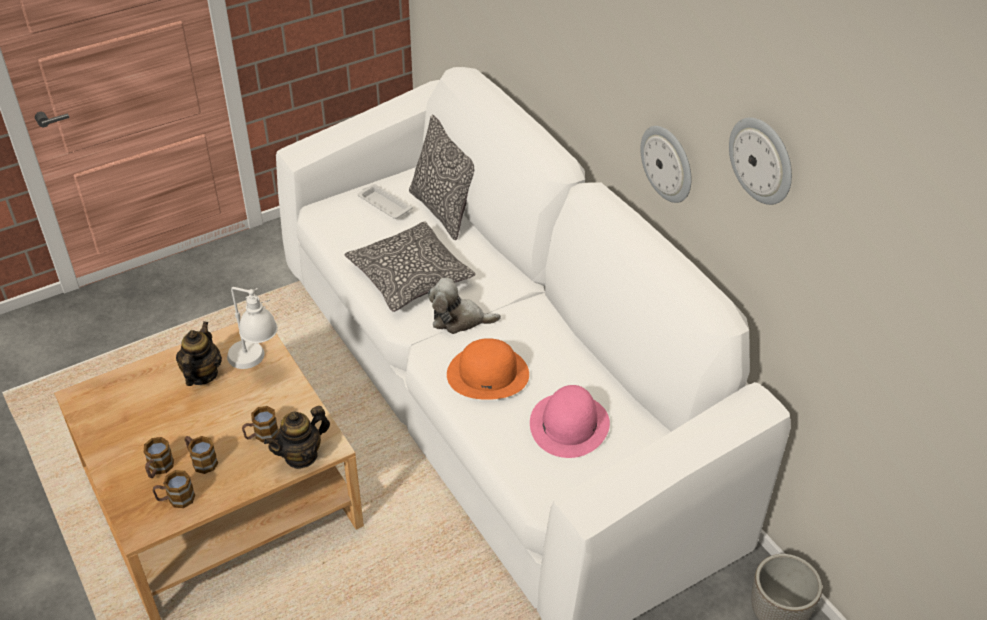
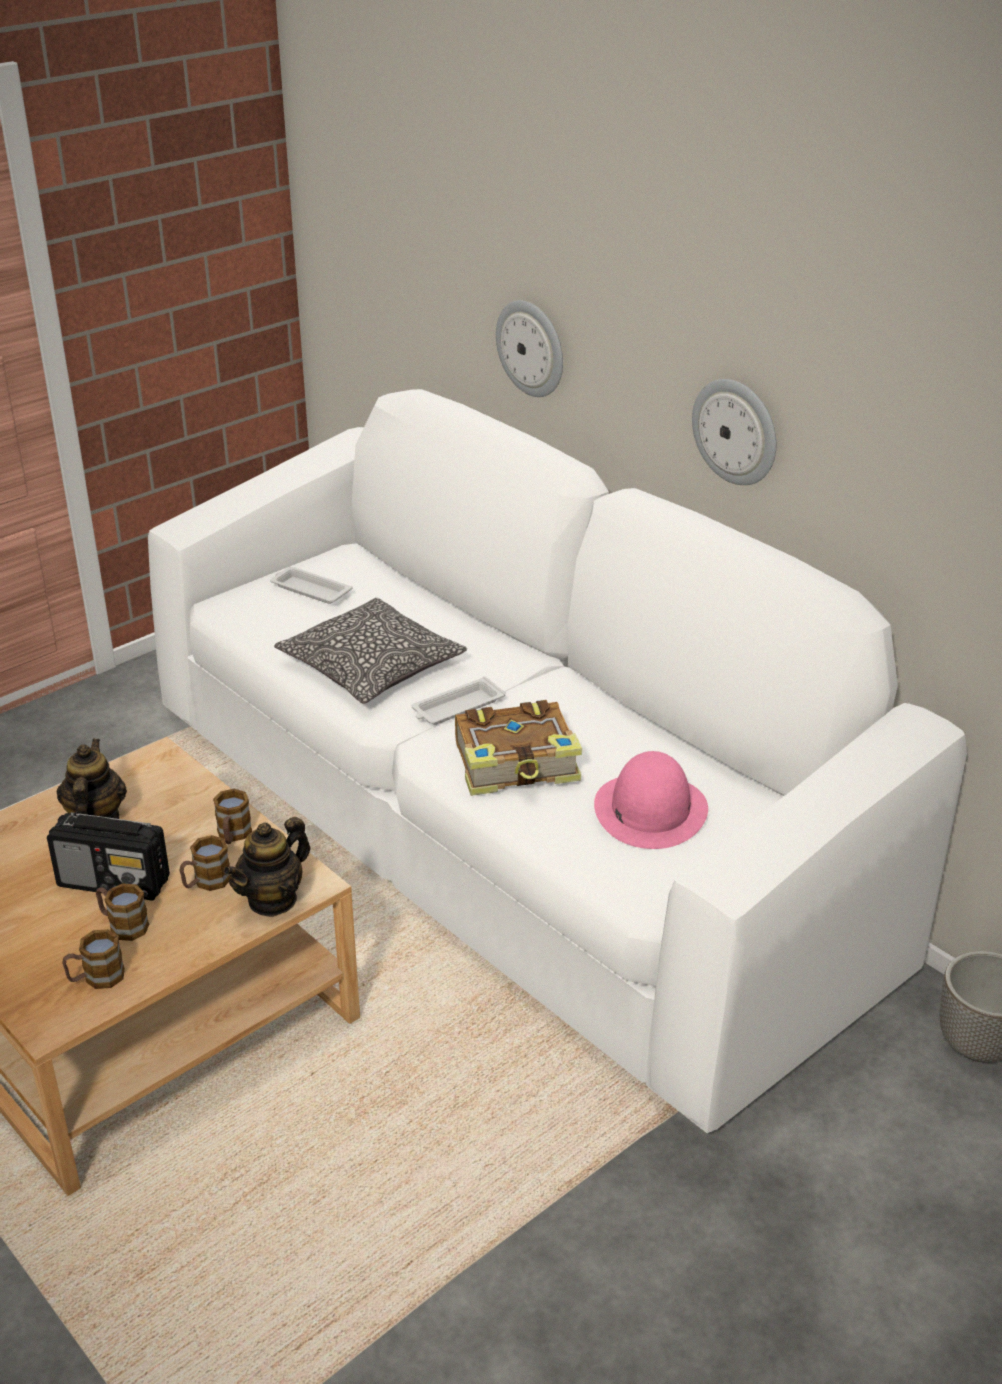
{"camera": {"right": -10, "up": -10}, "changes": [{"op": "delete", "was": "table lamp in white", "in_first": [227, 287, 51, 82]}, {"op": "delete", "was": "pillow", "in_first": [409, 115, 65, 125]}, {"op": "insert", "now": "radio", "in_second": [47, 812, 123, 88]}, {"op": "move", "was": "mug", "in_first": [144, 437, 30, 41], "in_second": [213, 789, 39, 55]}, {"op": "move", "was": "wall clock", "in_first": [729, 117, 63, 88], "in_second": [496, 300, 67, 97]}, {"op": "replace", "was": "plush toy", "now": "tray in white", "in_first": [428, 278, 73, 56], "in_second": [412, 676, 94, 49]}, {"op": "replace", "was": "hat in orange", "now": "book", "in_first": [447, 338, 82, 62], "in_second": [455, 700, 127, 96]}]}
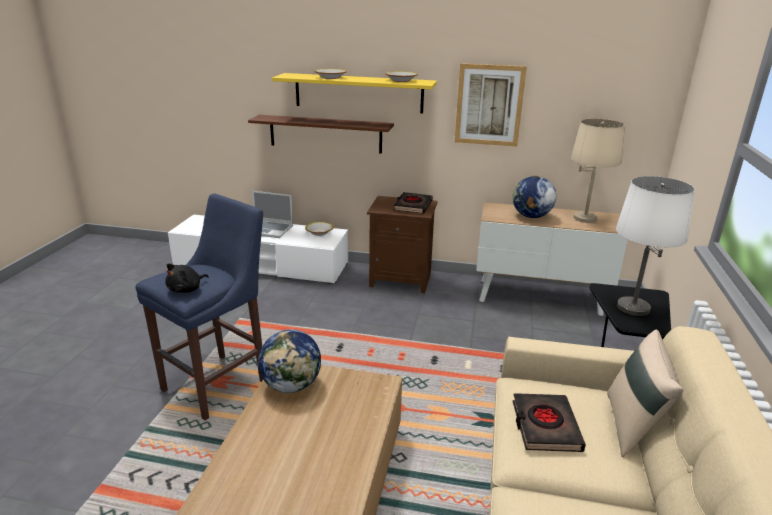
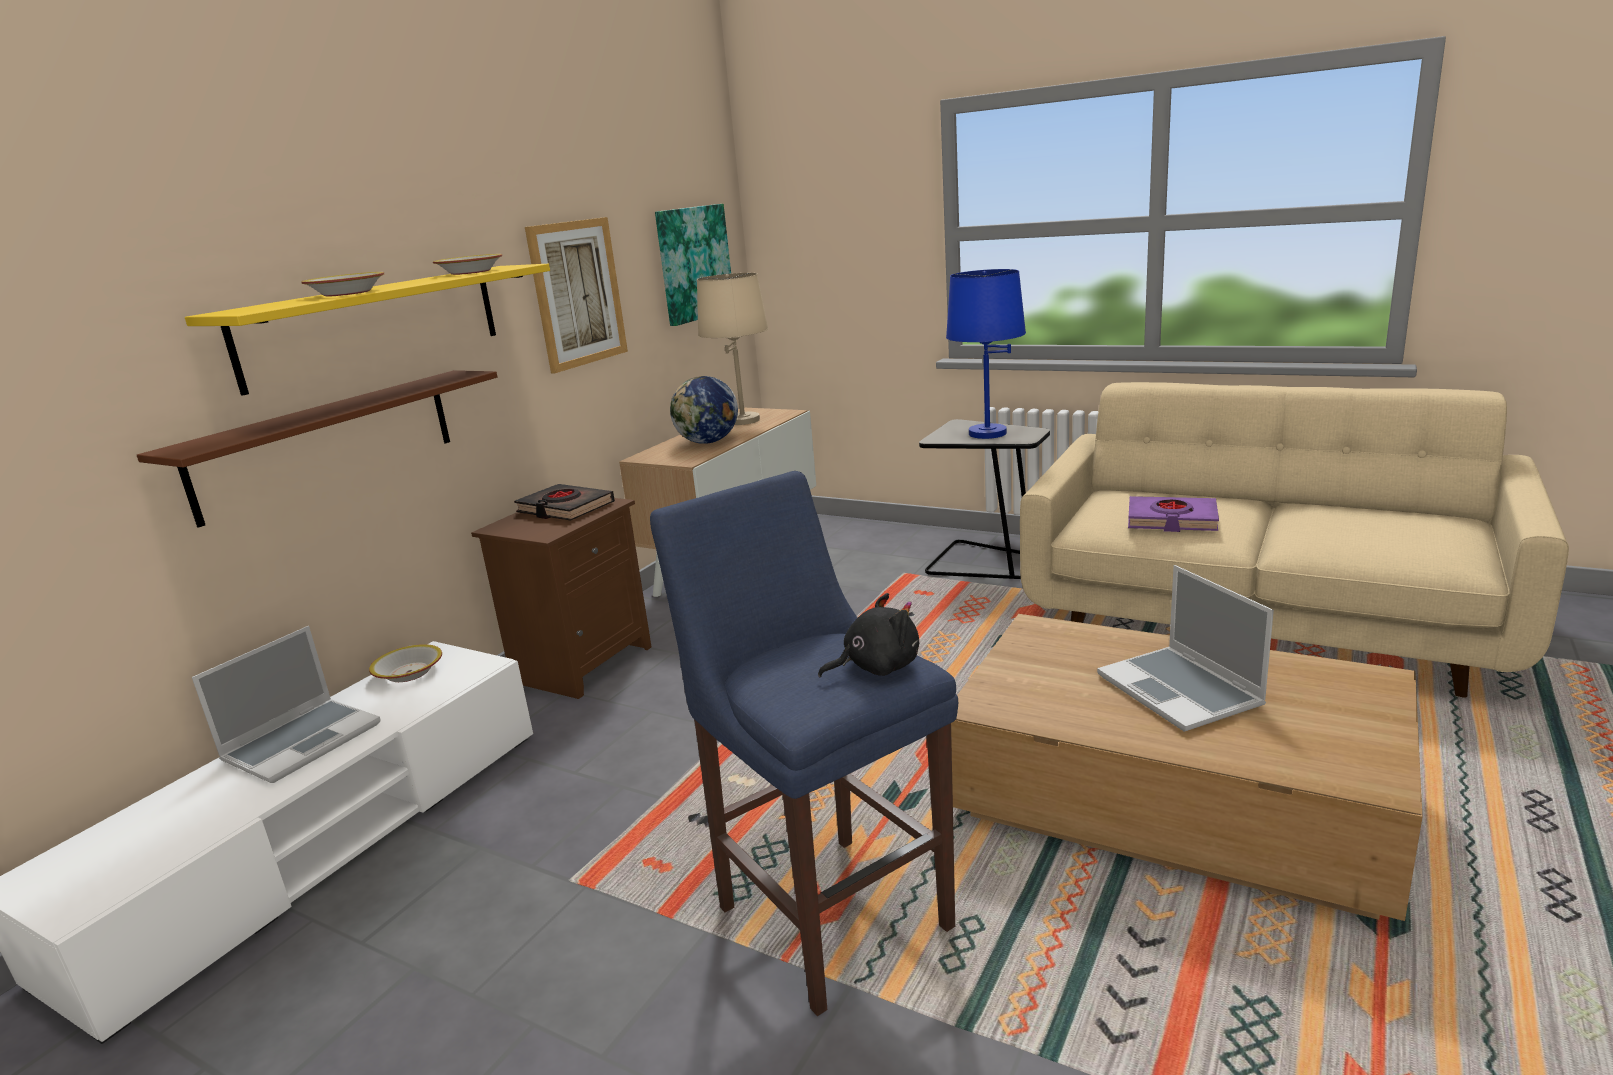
{"camera": {"right": -70, "up": -5}, "changes": [{"op": "delete", "was": "globe", "in_first": [258, 329, 63, 64]}, {"op": "delete", "was": "pillow in beige", "in_first": [607, 329, 77, 128]}, {"op": "insert", "now": "picture", "in_second": [655, 204, 76, 122]}, {"op": "insert", "now": "laptop", "in_second": [1097, 565, 177, 167]}, {"op": "recolor", "was": "book in black", "now": "book in purple", "in_first": [513, 393, 73, 59], "in_second": [1128, 496, 91, 36]}, {"op": "recolor", "was": "table lamp in white", "now": "table lamp in blue", "in_first": [616, 176, 79, 140], "in_second": [946, 269, 80, 170]}, {"op": "rotate", "was": "plush toy in black", "in_first": [165, 263, 44, 30], "in_second": [818, 593, 101, 84], "clockwise": -75}]}
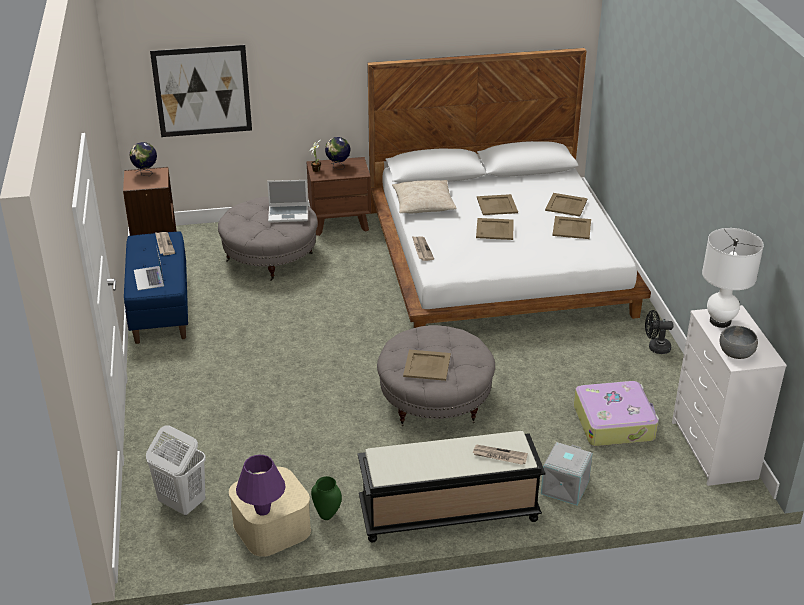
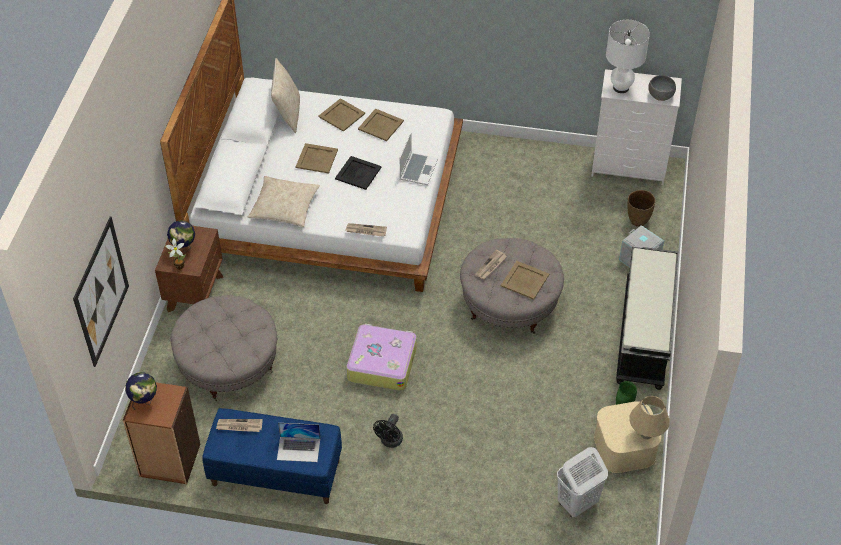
{"camera": {"right": -70, "up": 15}, "changes": [{"op": "insert", "now": "pillow in beige", "in_second": [271, 58, 29, 75]}, {"op": "insert", "now": "vase in brown", "in_second": [627, 190, 29, 37]}, {"op": "move", "was": "laptop", "in_first": [267, 180, 41, 43], "in_second": [400, 132, 38, 53]}, {"op": "move", "was": "newspaper", "in_first": [472, 445, 56, 20], "in_second": [475, 249, 32, 30]}, {"op": "move", "was": "suitcase", "in_first": [574, 381, 85, 65], "in_second": [346, 324, 71, 67]}, {"op": "move", "was": "fan in black", "in_first": [645, 310, 29, 44], "in_second": [373, 414, 30, 34]}, {"op": "recolor", "was": "table lamp in purple", "now": "table lamp in beige", "in_first": [236, 455, 50, 61], "in_second": [629, 396, 41, 43]}, {"op": "recolor", "was": "tray in beige", "now": "tray in black", "in_first": [476, 218, 38, 22], "in_second": [335, 156, 47, 34]}]}
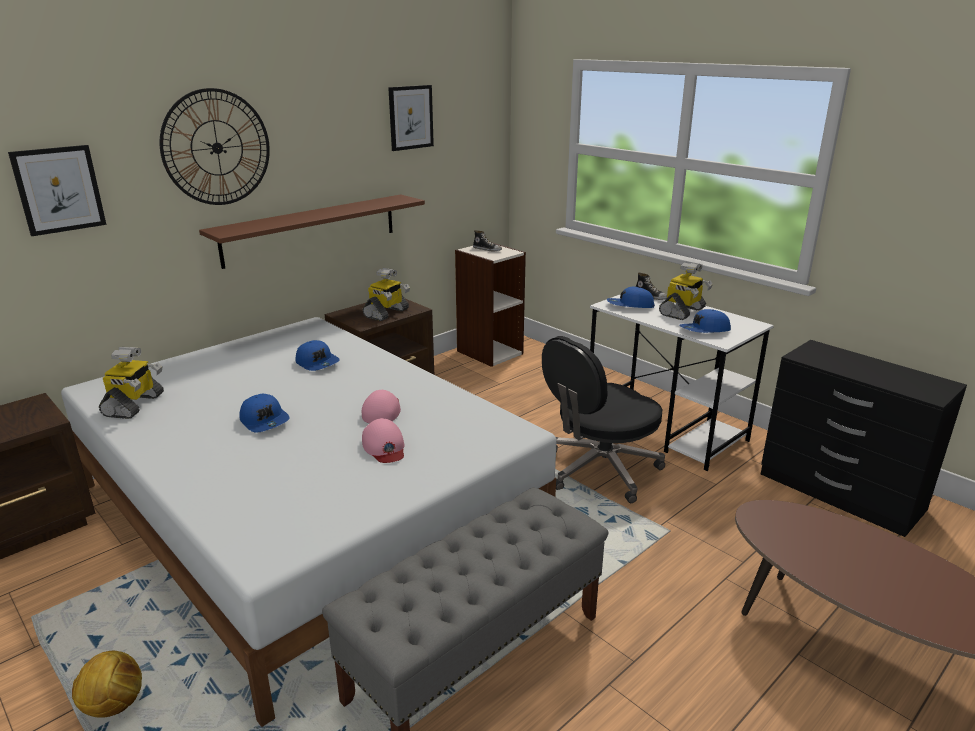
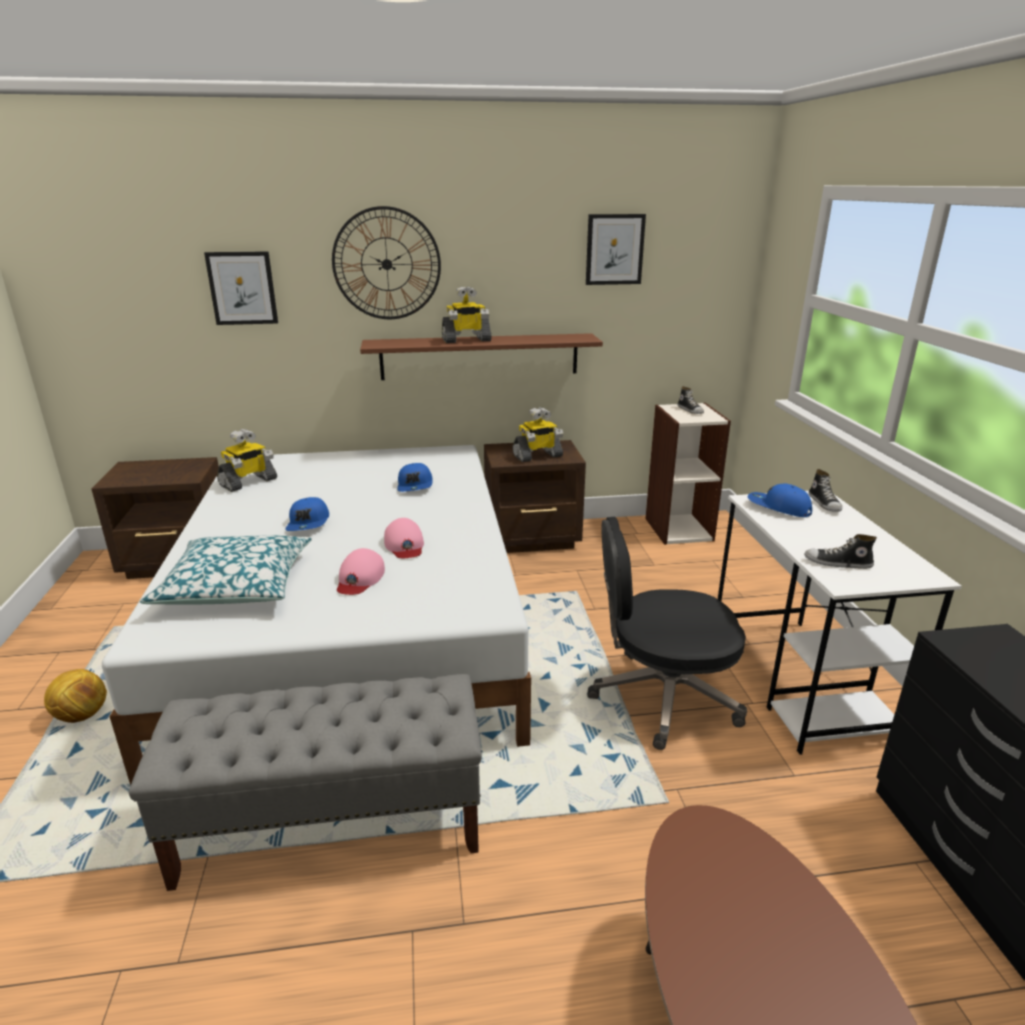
{"camera": {"right": 35, "up": 0}, "changes": [{"op": "insert", "now": "pillow", "in_second": [140, 535, 172, 70]}, {"op": "move", "was": "toy robot", "in_first": [659, 261, 54, 59], "in_second": [442, 286, 50, 57]}, {"op": "replace", "was": "cap in blue", "now": "shoe", "in_first": [679, 309, 52, 24], "in_second": [804, 534, 73, 35]}, {"op": "rotate", "was": "cap in pink", "in_first": [362, 390, 39, 33], "in_second": [384, 518, 40, 40], "clockwise": 120}]}
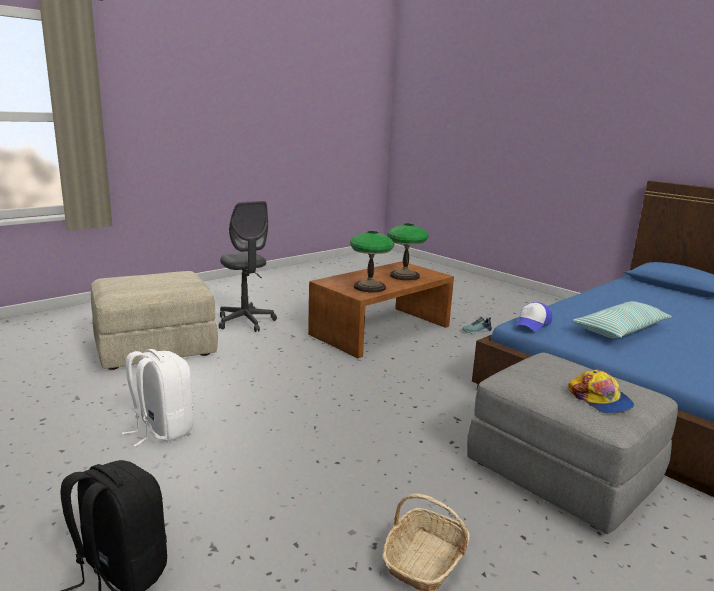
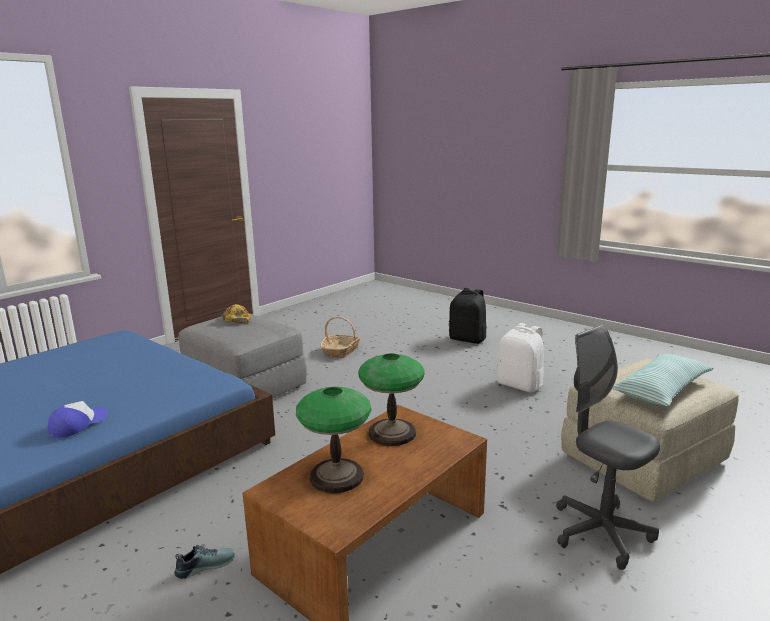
{"camera": {"right": 175, "up": 0}, "changes": [{"op": "move", "was": "cap", "in_first": [515, 302, 37, 29], "in_second": [48, 401, 60, 37]}, {"op": "move", "was": "pillow", "in_first": [572, 301, 100, 37], "in_second": [612, 354, 102, 53]}]}
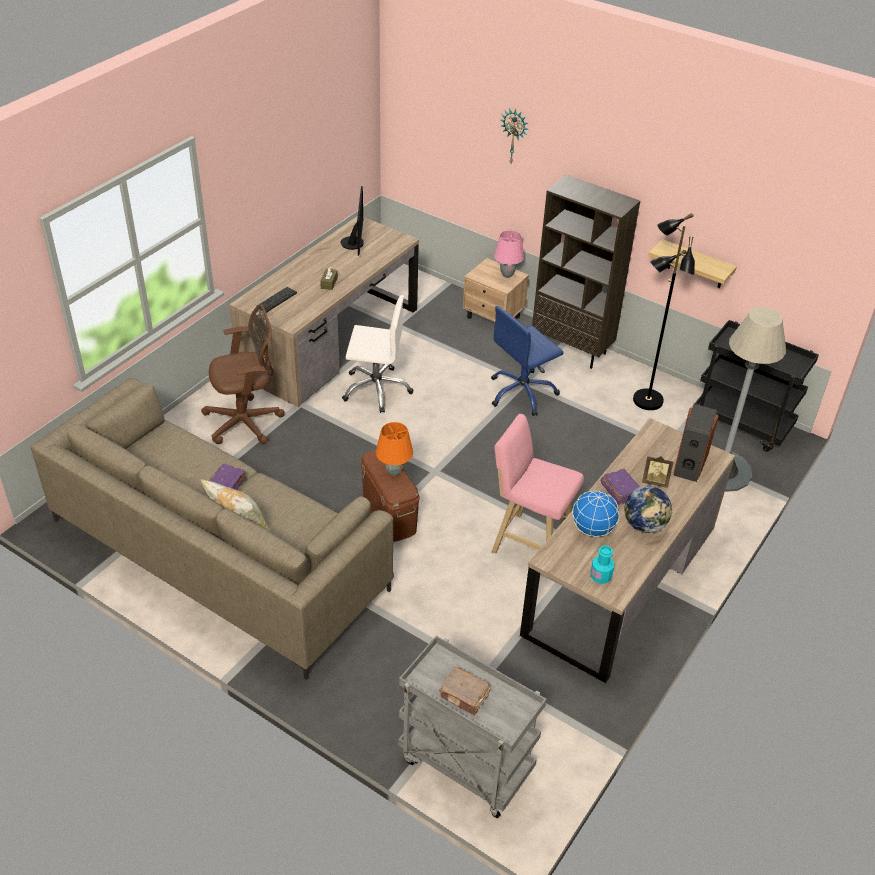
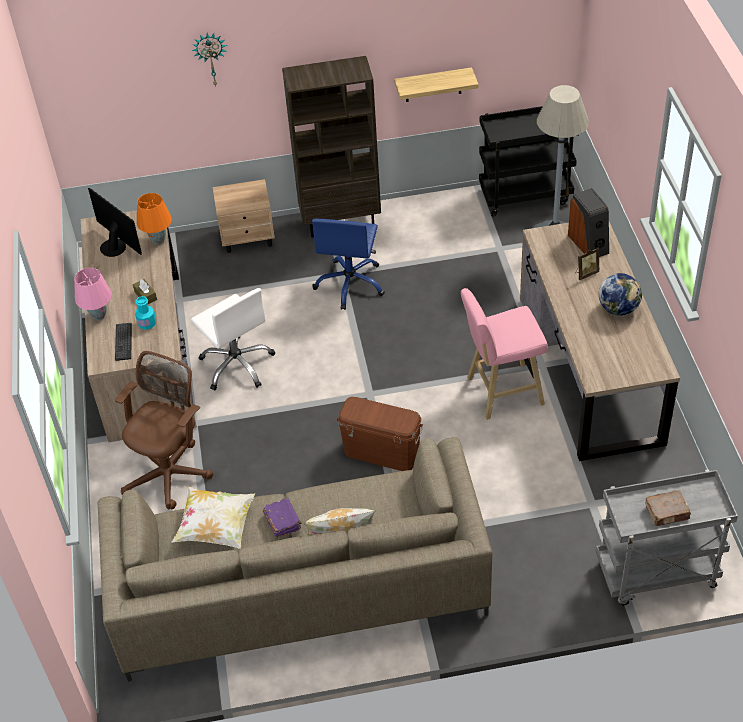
{"camera": {"right": -40, "up": 5}, "changes": [{"op": "delete", "was": "globe", "in_first": [572, 491, 47, 46]}, {"op": "delete", "was": "book in purple", "in_first": [601, 469, 39, 36]}, {"op": "delete", "was": "floor lamp in black", "in_first": [633, 213, 62, 197]}, {"op": "insert", "now": "pillow", "in_second": [172, 487, 83, 62]}, {"op": "move", "was": "table lamp in orange", "in_first": [376, 422, 37, 54], "in_second": [137, 193, 35, 51]}, {"op": "move", "was": "table lamp in pink", "in_first": [494, 230, 30, 48], "in_second": [74, 268, 38, 52]}, {"op": "move", "was": "bottle in turquoise", "in_first": [591, 546, 23, 38], "in_second": [135, 296, 21, 34]}, {"op": "rotate", "was": "office chair in white", "in_first": [342, 295, 71, 118], "in_second": [191, 288, 84, 102], "clockwise": 90}]}
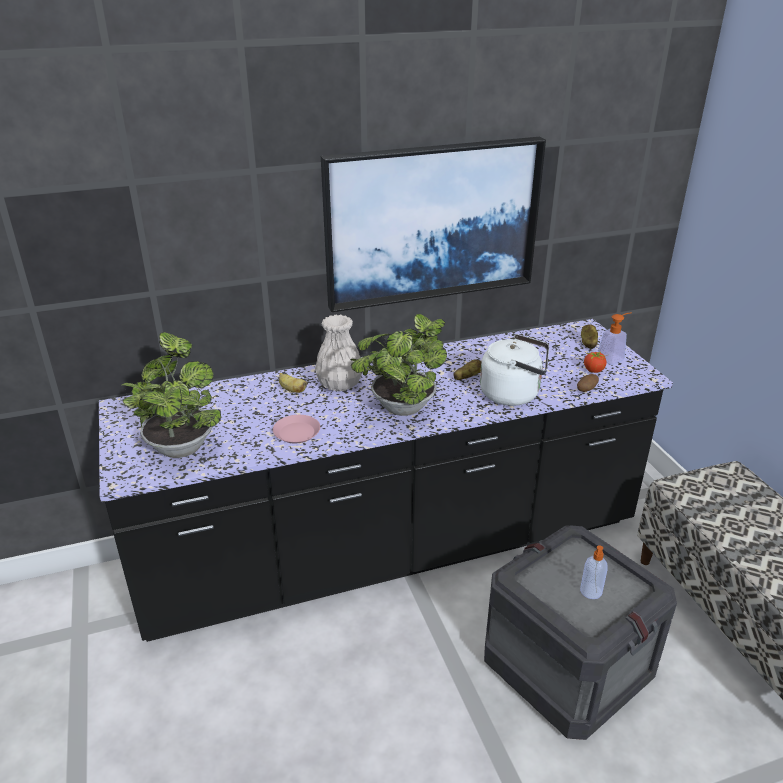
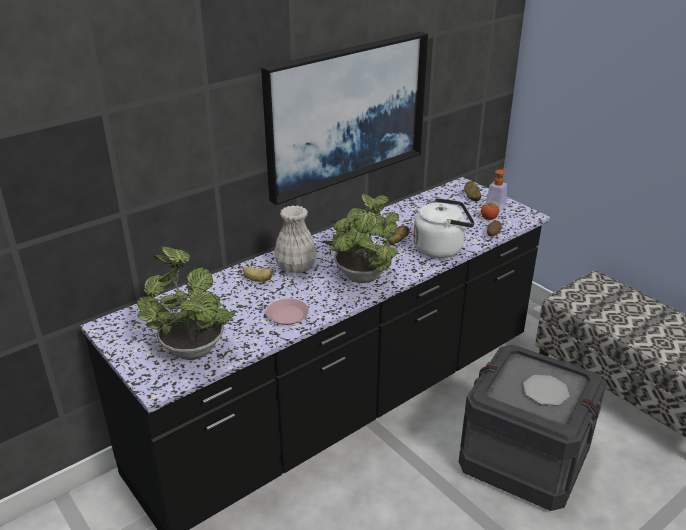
{"camera": {"right": -20, "up": 0}, "changes": [{"op": "replace", "was": "soap dispenser", "now": "plate", "in_first": [580, 545, 28, 54], "in_second": [523, 375, 47, 30]}]}
